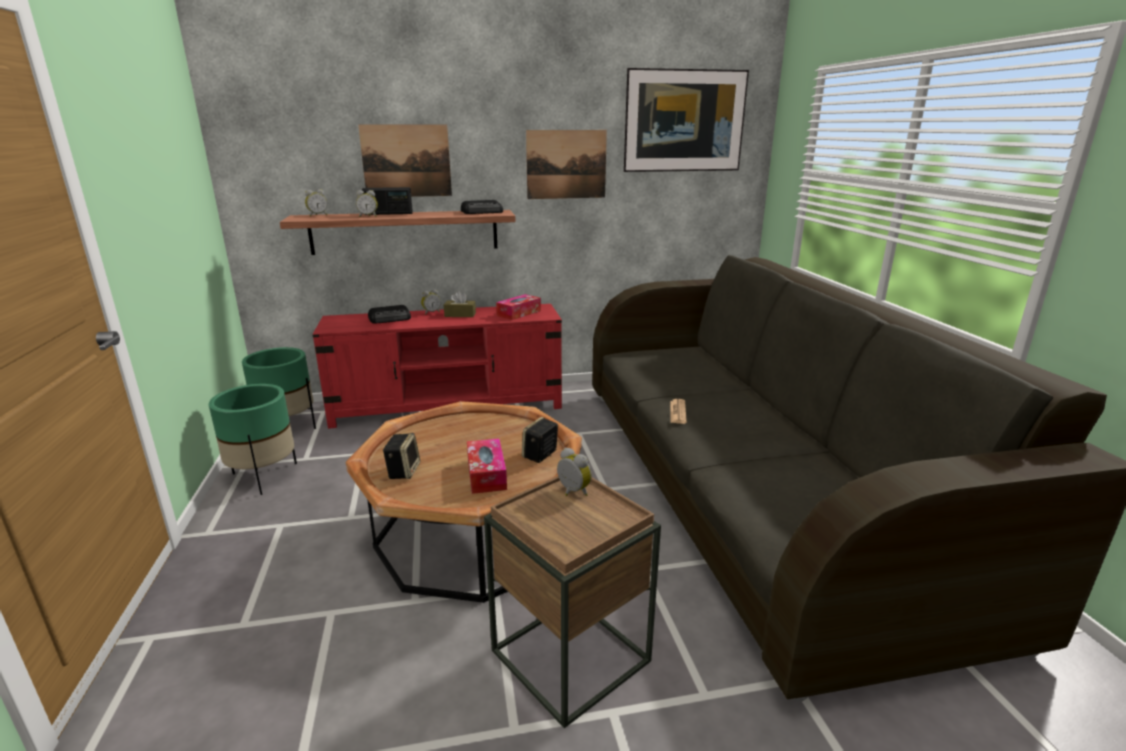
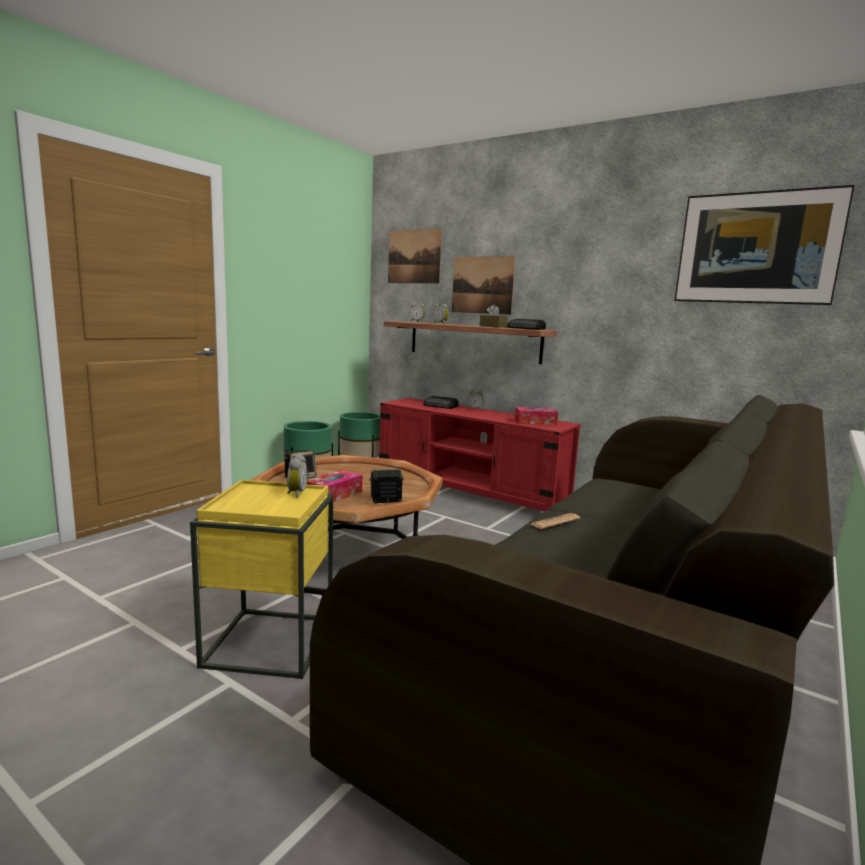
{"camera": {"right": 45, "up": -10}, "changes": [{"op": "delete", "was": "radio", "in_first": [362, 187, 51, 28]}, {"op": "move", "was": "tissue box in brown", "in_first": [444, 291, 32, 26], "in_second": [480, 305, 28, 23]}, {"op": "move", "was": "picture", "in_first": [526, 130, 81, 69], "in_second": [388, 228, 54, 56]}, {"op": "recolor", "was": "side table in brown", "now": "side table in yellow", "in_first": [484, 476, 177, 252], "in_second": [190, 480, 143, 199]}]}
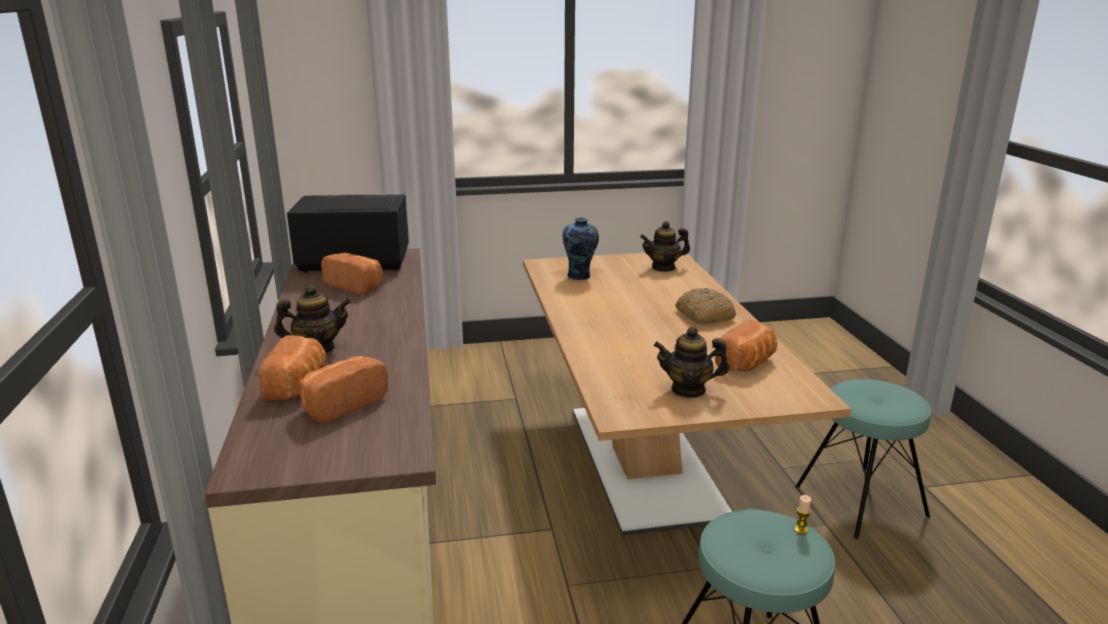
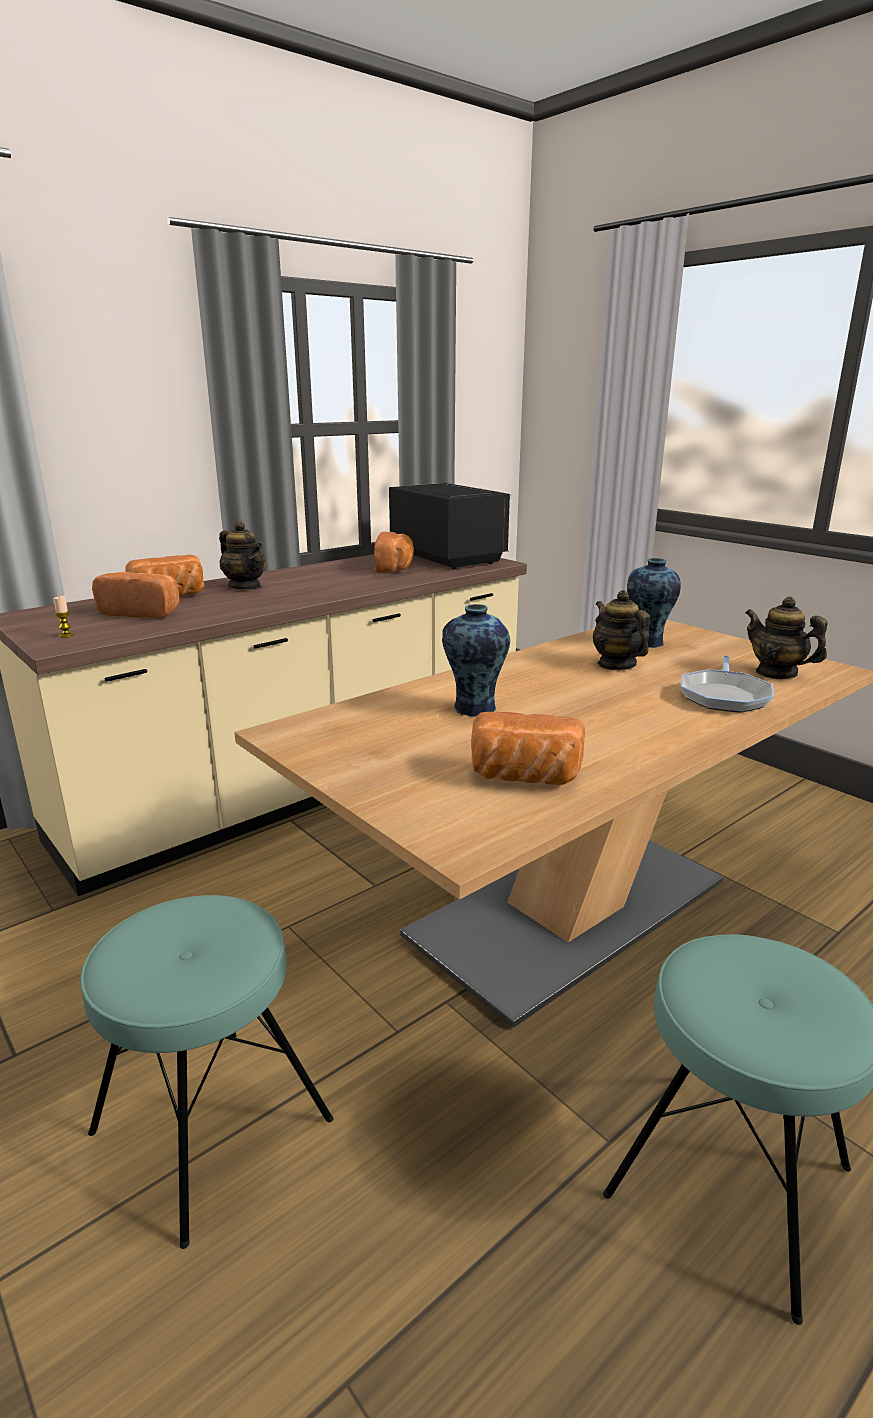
{"camera": {"right": 60, "up": 0}, "changes": [{"op": "delete", "was": "bread", "in_first": [675, 288, 61, 36]}, {"op": "insert", "now": "vase", "in_second": [442, 604, 68, 113]}, {"op": "insert", "now": "frying pan", "in_second": [681, 656, 93, 57]}, {"op": "move", "was": "teapot", "in_first": [654, 327, 75, 71], "in_second": [593, 590, 58, 80]}, {"op": "move", "was": "candle", "in_first": [794, 495, 17, 40], "in_second": [53, 596, 21, 42]}]}
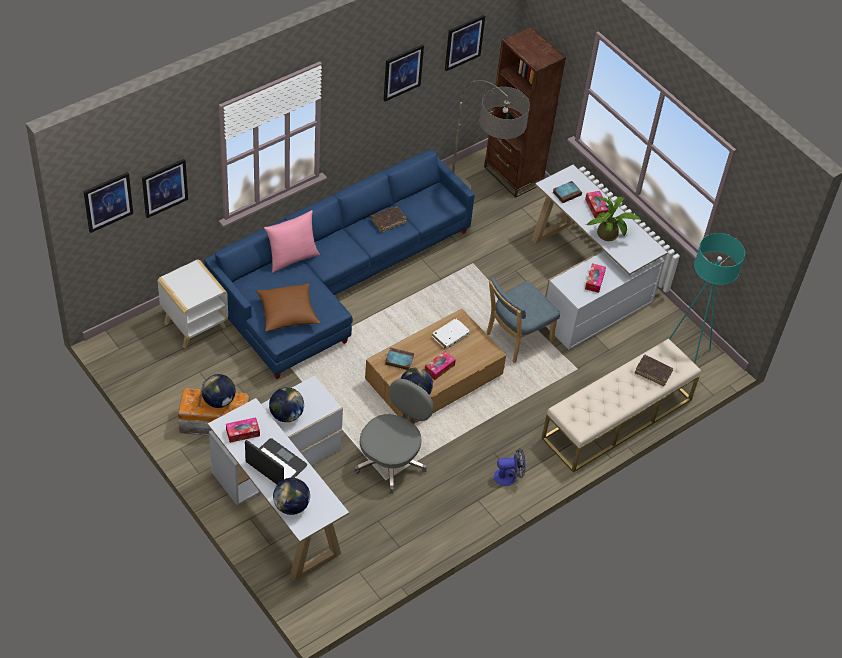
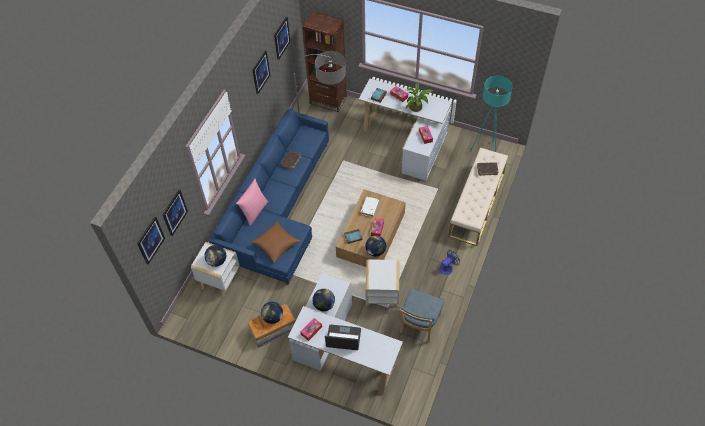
{"camera": {"right": -25, "up": 5}, "changes": [{"op": "move", "was": "globe", "in_first": [273, 478, 37, 37], "in_second": [204, 245, 22, 22]}, {"op": "move", "was": "chair in blue", "in_first": [487, 277, 73, 86], "in_second": [399, 289, 45, 54]}, {"op": "replace", "was": "office chair in grey", "now": "side table in white", "in_first": [353, 379, 80, 115], "in_second": [366, 259, 33, 48]}]}
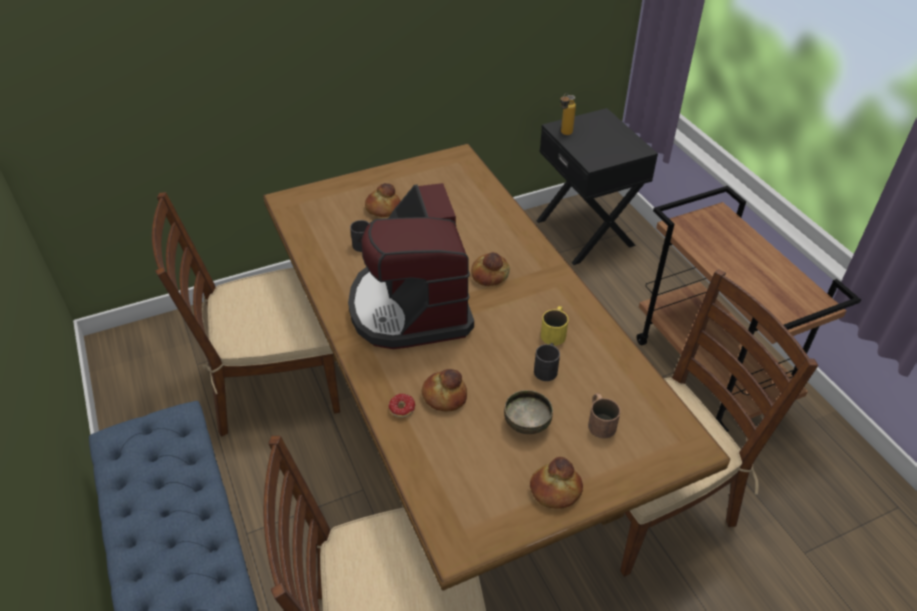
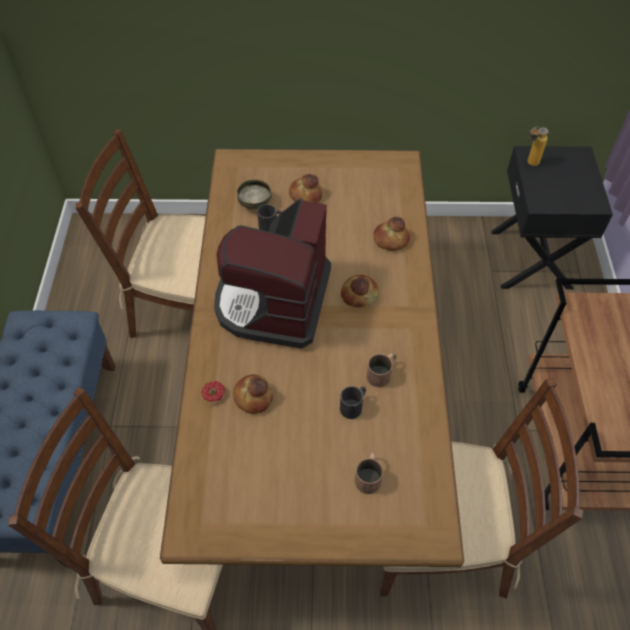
{"camera": {"right": 25, "up": 10}, "changes": [{"op": "move", "was": "bowl", "in_first": [504, 390, 49, 44], "in_second": [237, 179, 35, 30]}, {"op": "move", "was": "bread", "in_first": [530, 457, 53, 52], "in_second": [373, 217, 37, 34]}, {"op": "recolor", "was": "mug in yellow", "now": "mug in brown", "in_first": [541, 306, 27, 40], "in_second": [366, 353, 30, 34]}]}
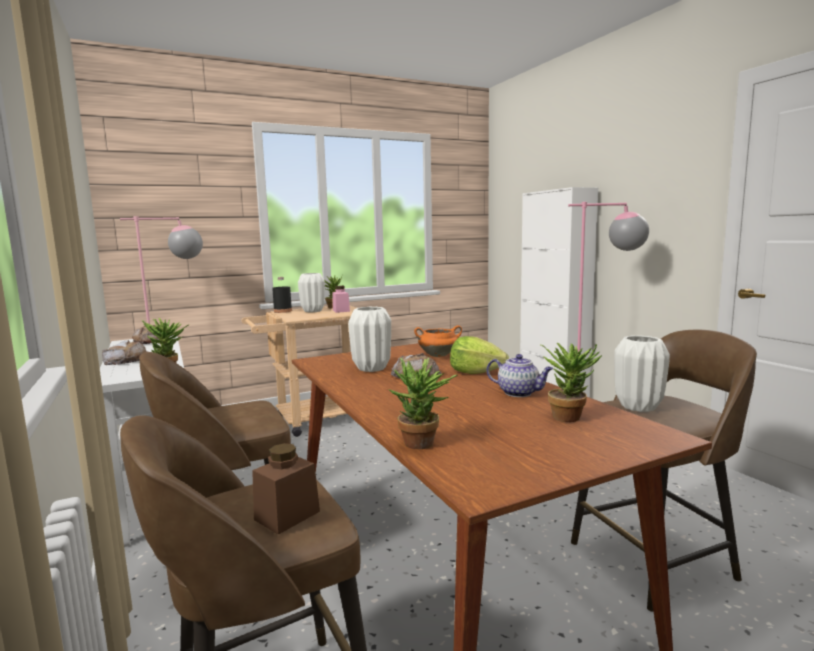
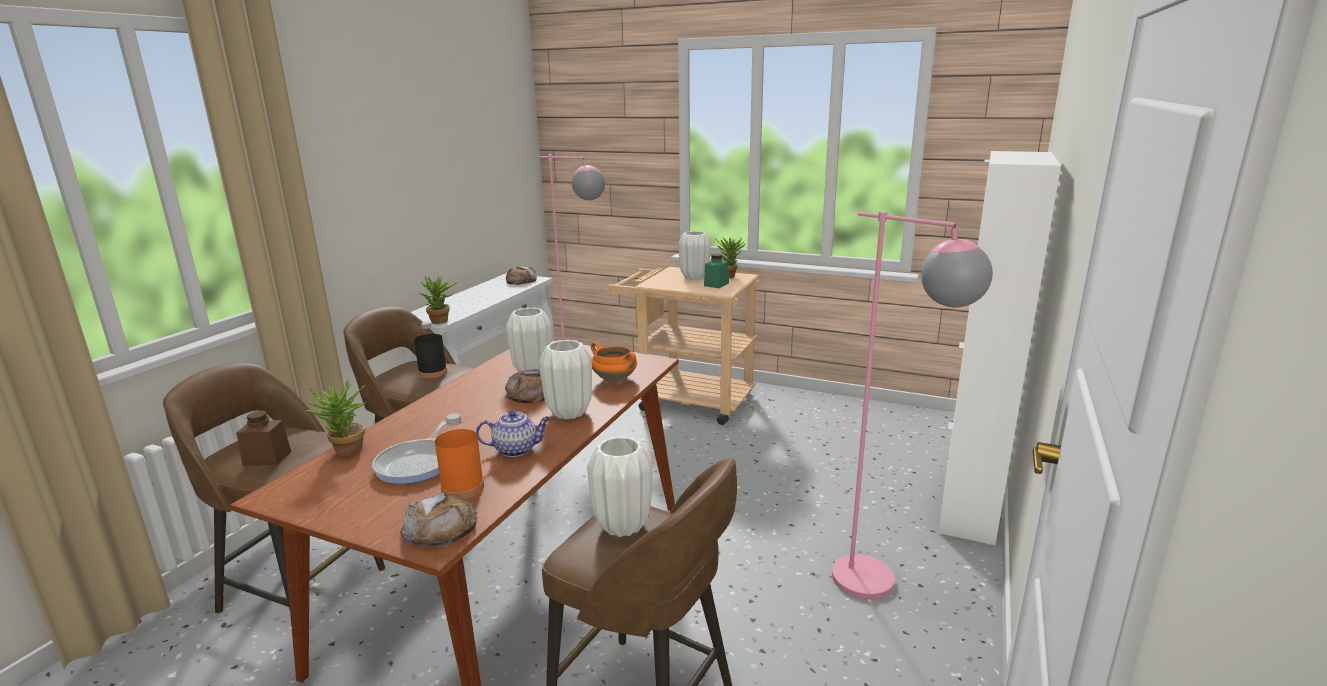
{"camera": {"right": 50, "up": 10}, "changes": [{"op": "insert", "now": "frying pan", "in_second": [372, 420, 74, 64]}, {"op": "move", "was": "bread", "in_first": [102, 340, 45, 25], "in_second": [400, 492, 77, 55]}, {"op": "move", "was": "bottle in black", "in_first": [272, 277, 20, 36], "in_second": [414, 322, 33, 56]}, {"op": "replace", "was": "lettuce", "now": "vase in white", "in_first": [450, 336, 59, 38], "in_second": [539, 340, 53, 79]}, {"op": "replace", "was": "potted plant", "now": "bottle in orange", "in_first": [540, 343, 62, 79], "in_second": [435, 413, 49, 86]}, {"op": "recolor", "was": "jar in pink", "now": "jar in green", "in_first": [332, 286, 18, 27], "in_second": [704, 254, 25, 34]}, {"op": "rotate", "was": "teapot", "in_first": [487, 354, 66, 43], "in_second": [476, 410, 74, 47], "clockwise": -90}]}
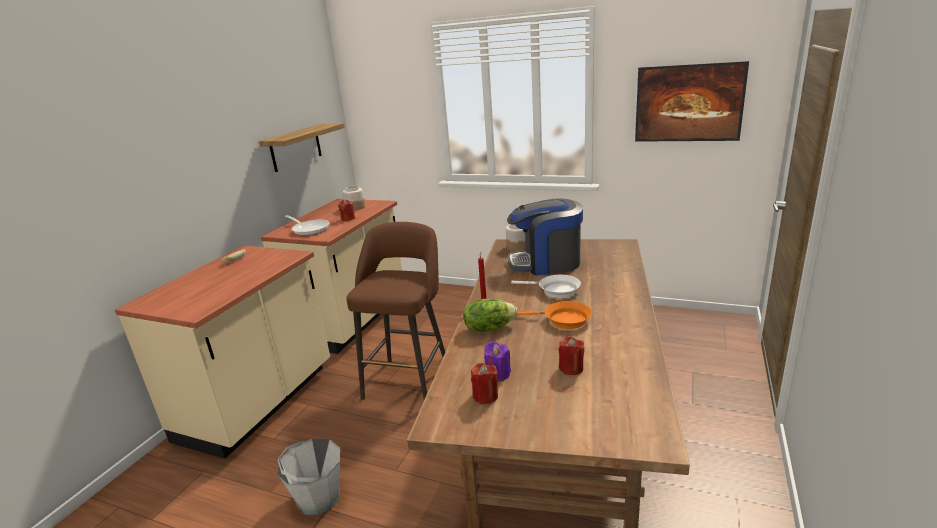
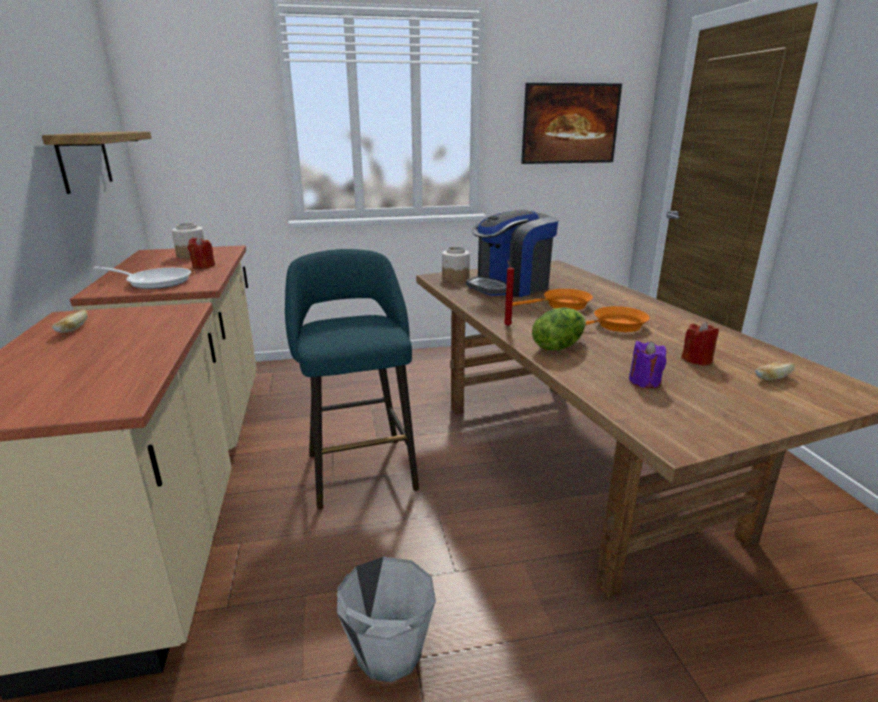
{"camera": {"right": -35, "up": 0}, "changes": [{"op": "delete", "was": "candle in red", "in_first": [471, 363, 27, 41]}, {"op": "insert", "now": "bread", "in_second": [755, 361, 40, 19]}, {"op": "recolor", "was": "stool in brown", "now": "stool in turquoise", "in_first": [346, 222, 99, 178], "in_second": [285, 249, 134, 261]}, {"op": "recolor", "was": "frying pan in white", "now": "frying pan in orange", "in_first": [511, 275, 70, 23], "in_second": [512, 289, 81, 21]}]}
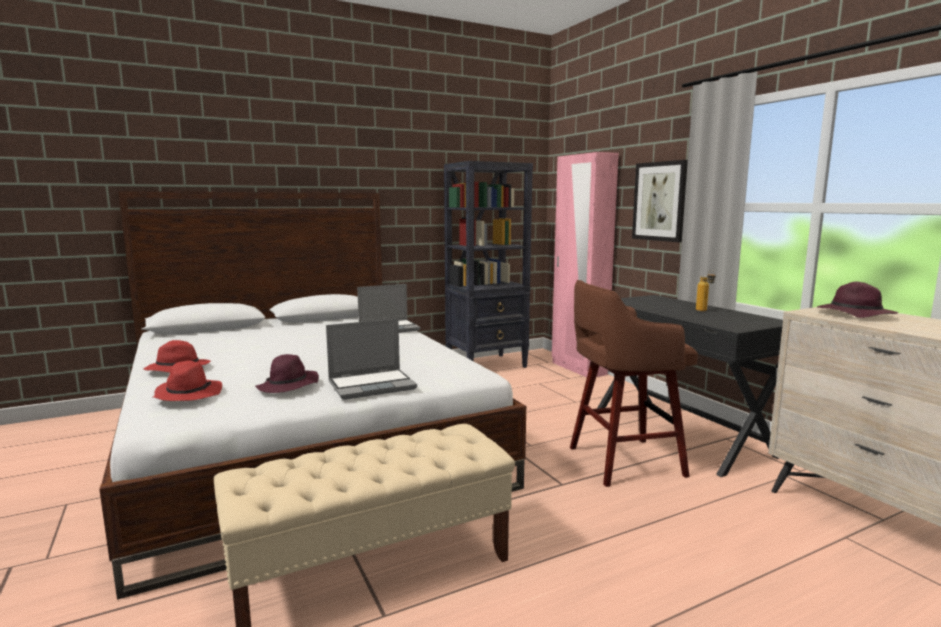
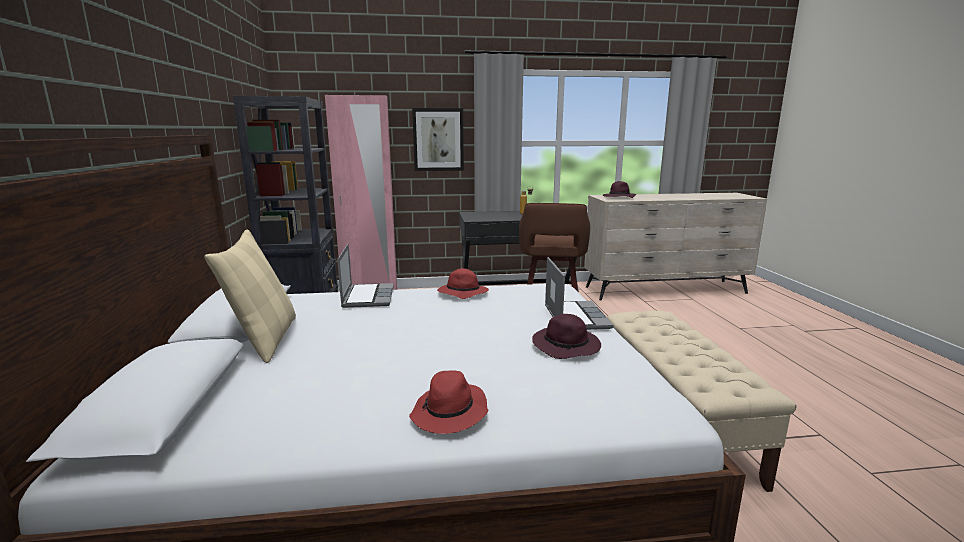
{"camera": {"right": -70, "up": 5}, "changes": [{"op": "insert", "now": "pillow in beige", "in_second": [204, 230, 92, 133]}, {"op": "move", "was": "hat in red", "in_first": [153, 361, 69, 40], "in_second": [437, 268, 52, 31]}]}
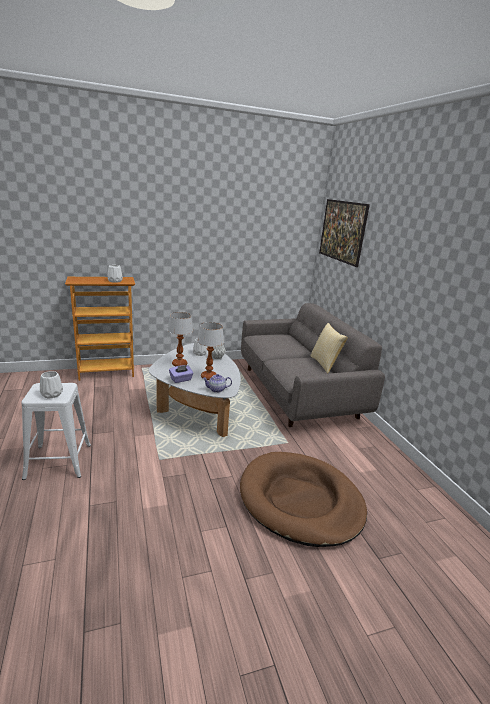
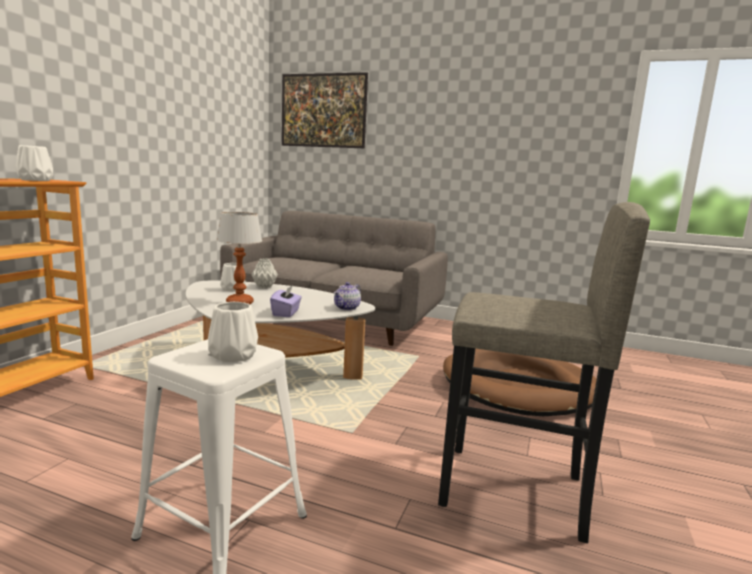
{"camera": {"right": -50, "up": -10}, "changes": [{"op": "delete", "was": "table lamp", "in_first": [197, 322, 27, 58]}, {"op": "delete", "was": "pillow", "in_first": [310, 323, 38, 51]}, {"op": "insert", "now": "stool in grey", "in_second": [438, 202, 212, 341]}]}
